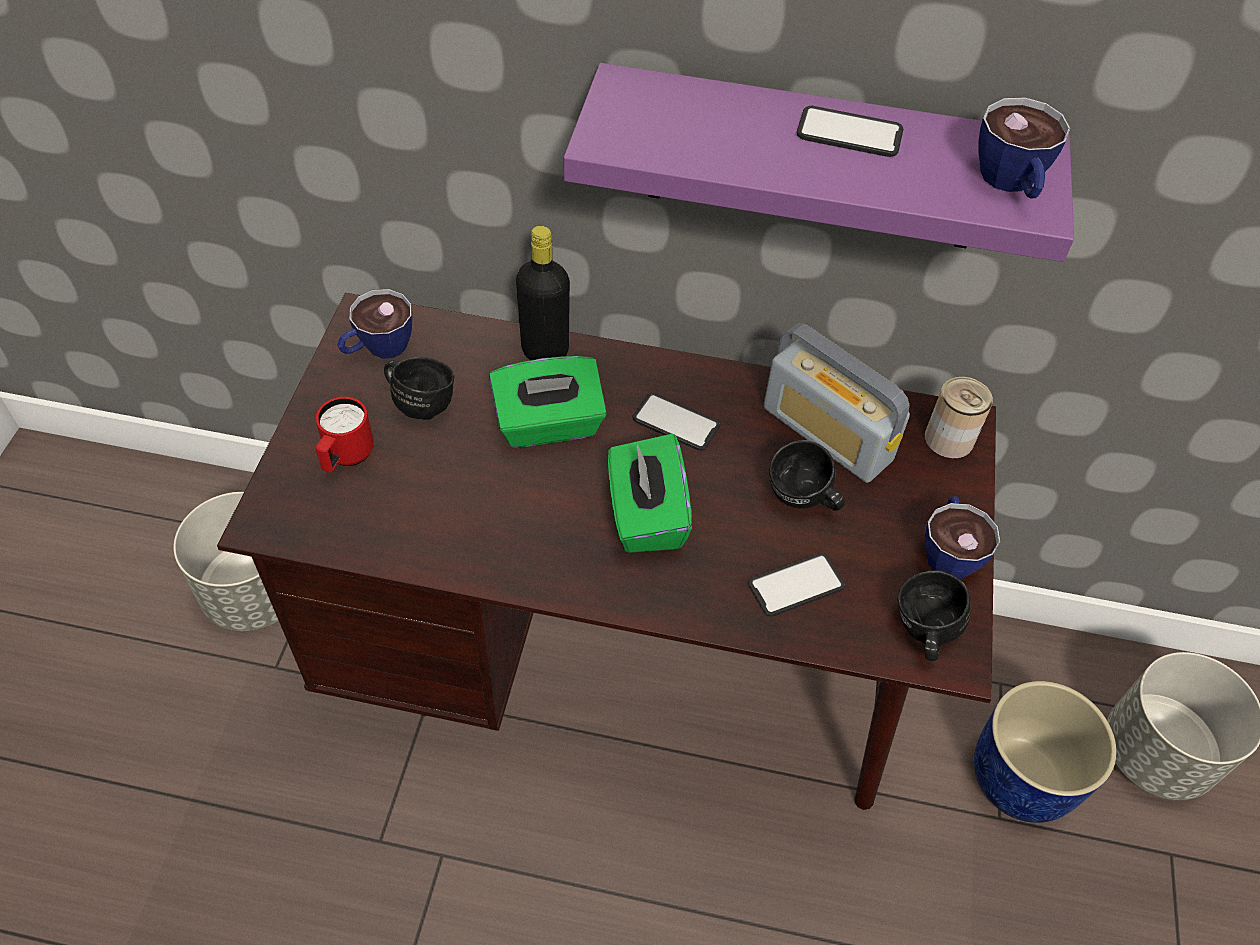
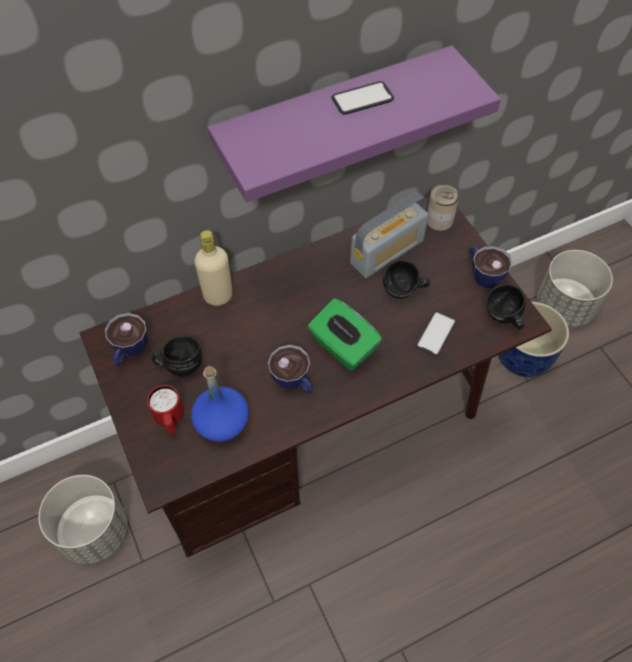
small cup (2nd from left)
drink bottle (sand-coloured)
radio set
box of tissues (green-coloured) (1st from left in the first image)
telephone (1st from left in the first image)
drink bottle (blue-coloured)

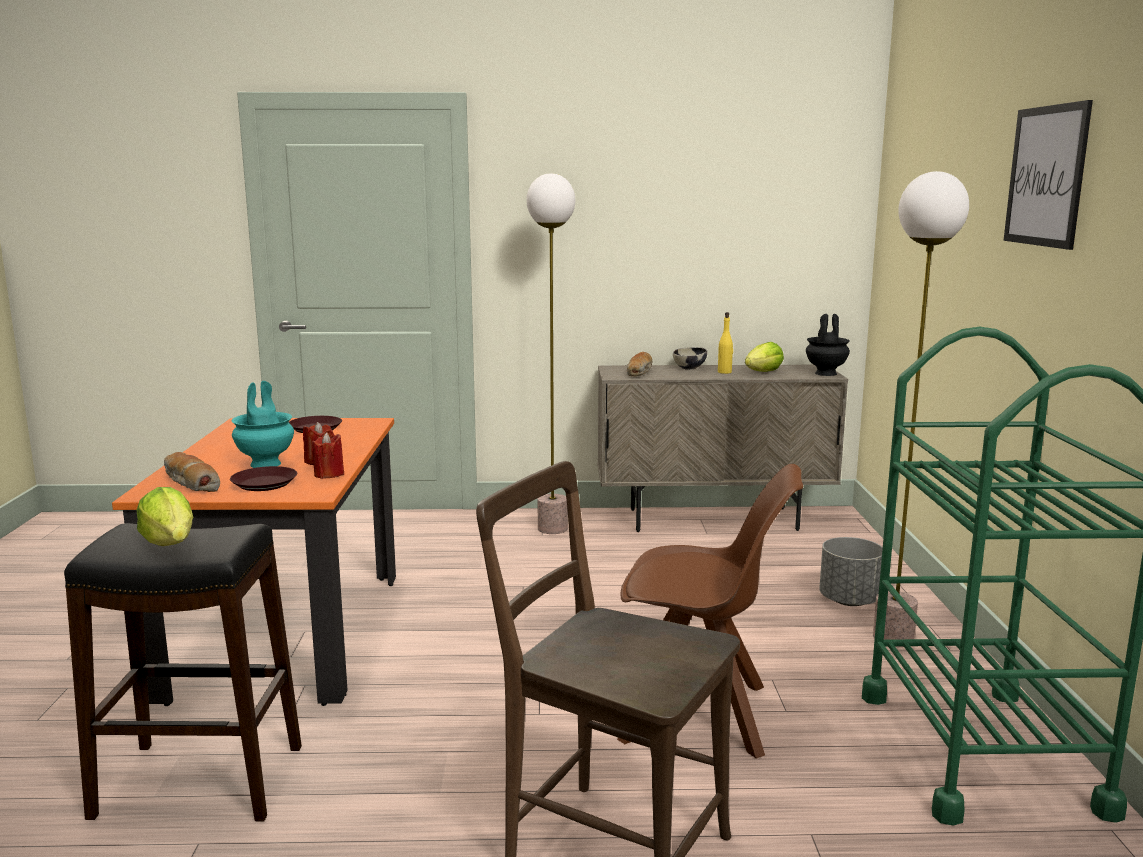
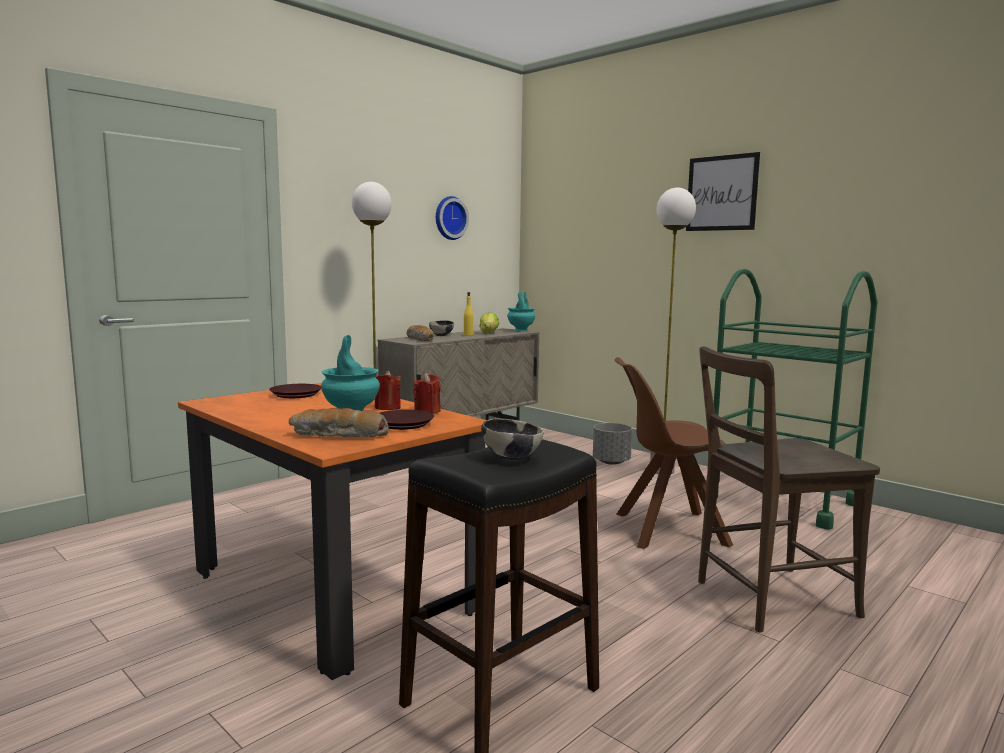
vase (blue-green) (2nd from left)
chair (brown) (1st from left)
serving bowl (2nd from left)
wall clock

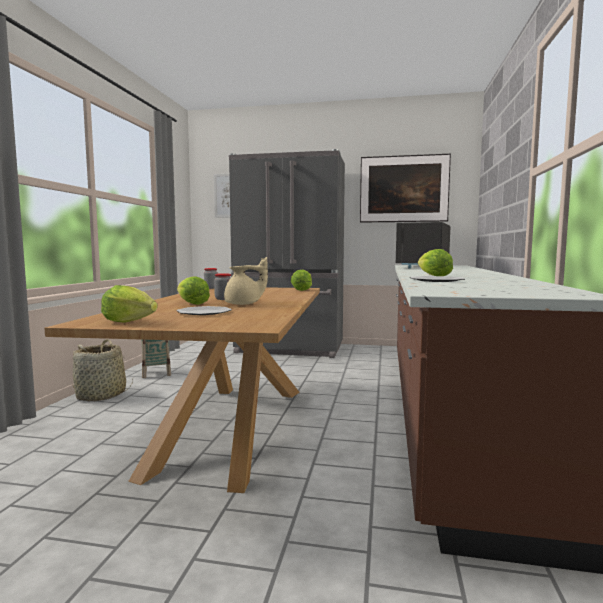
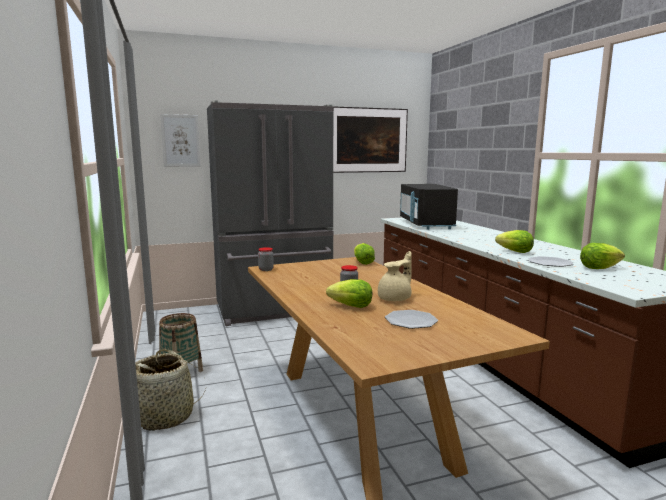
lettuce (4th from left)

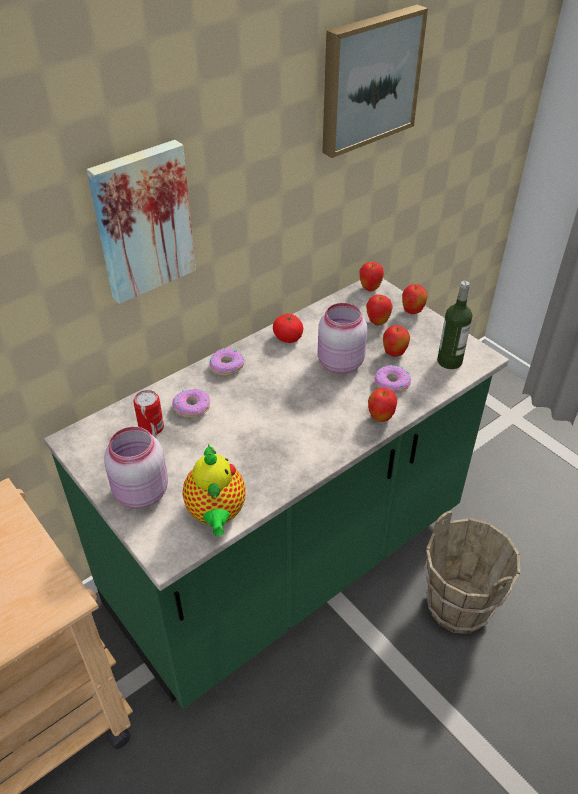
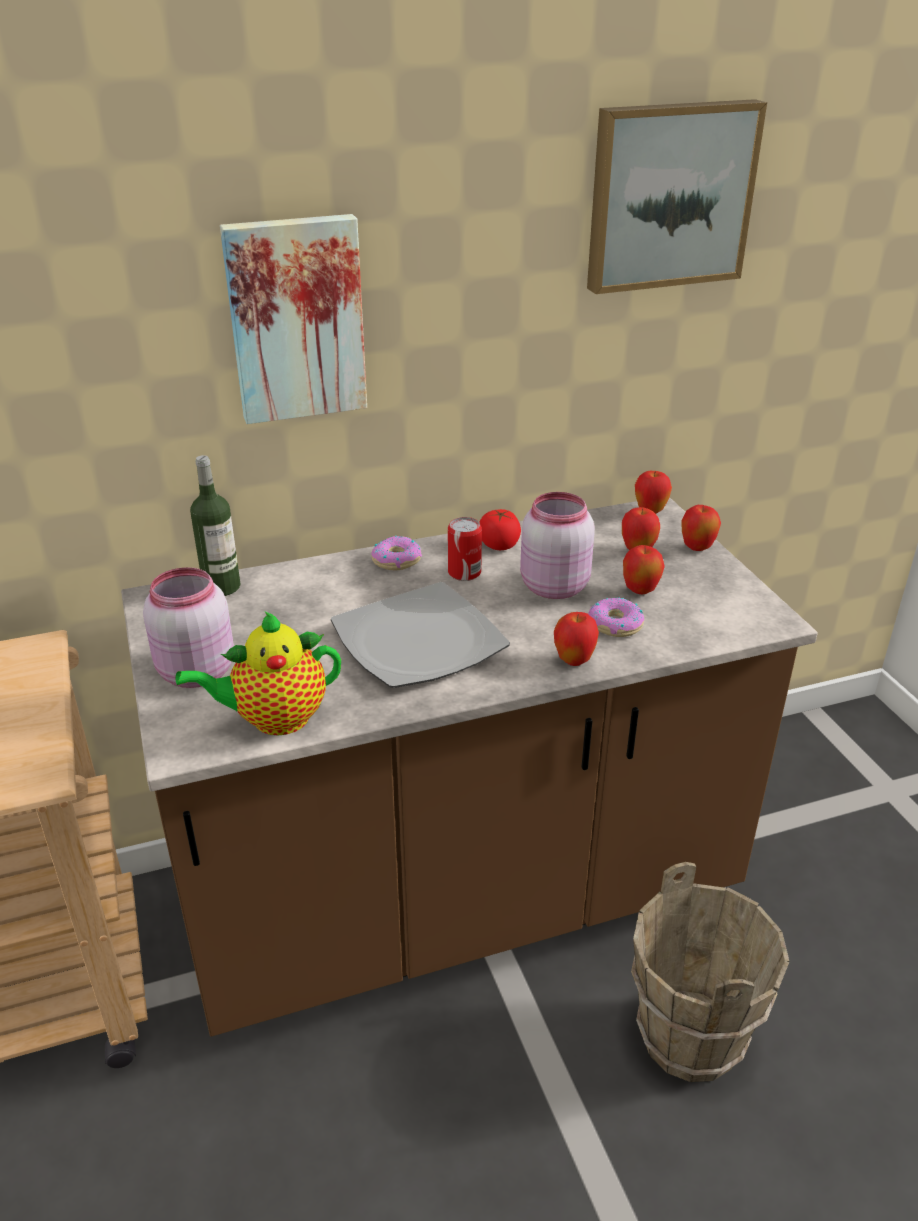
kitchen base unit (brown)
drink bottle
donut (1st from left in the first image)
sealed can
pot for tea
flat dish

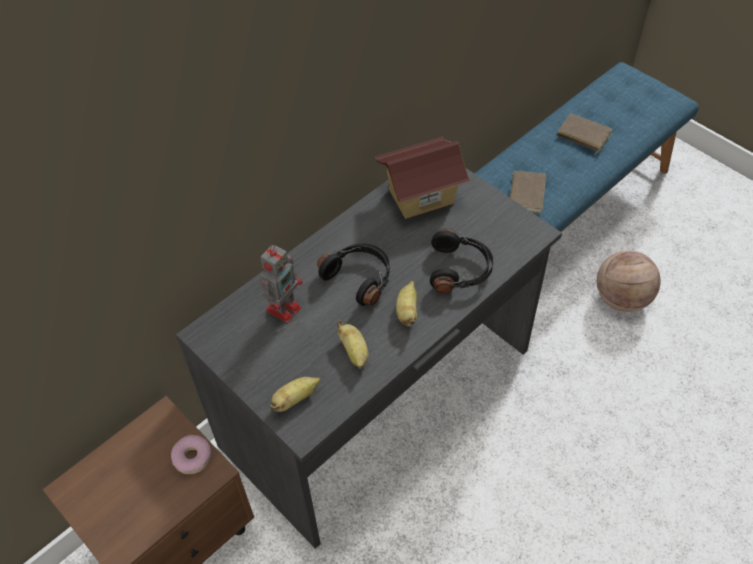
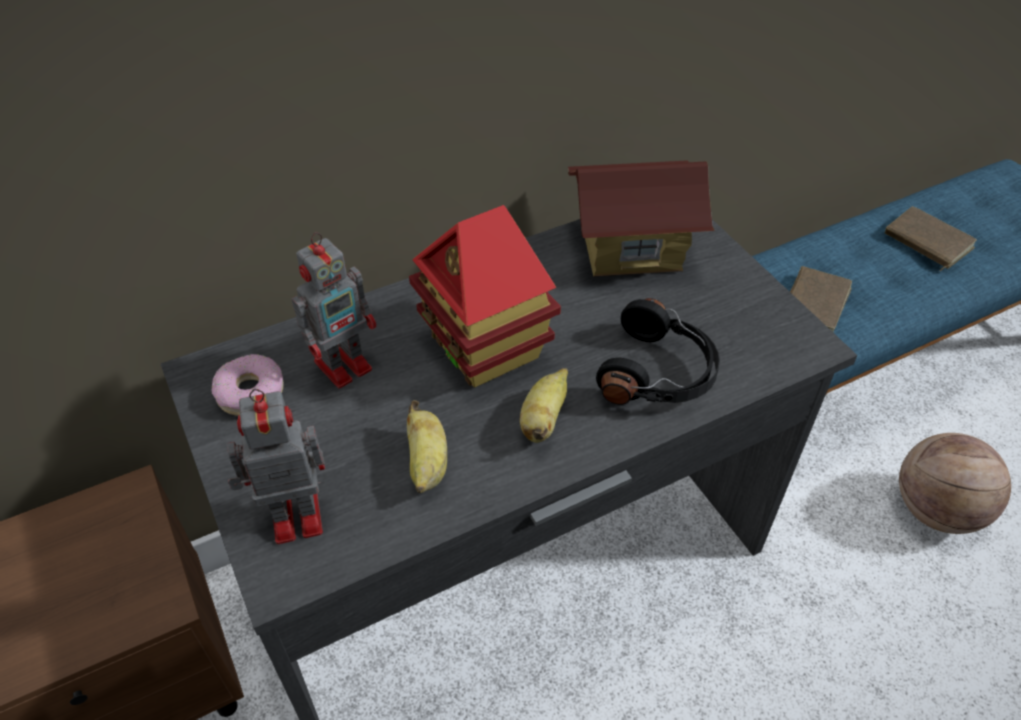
model house (1st from left)
toy robot (1st from left)
donut

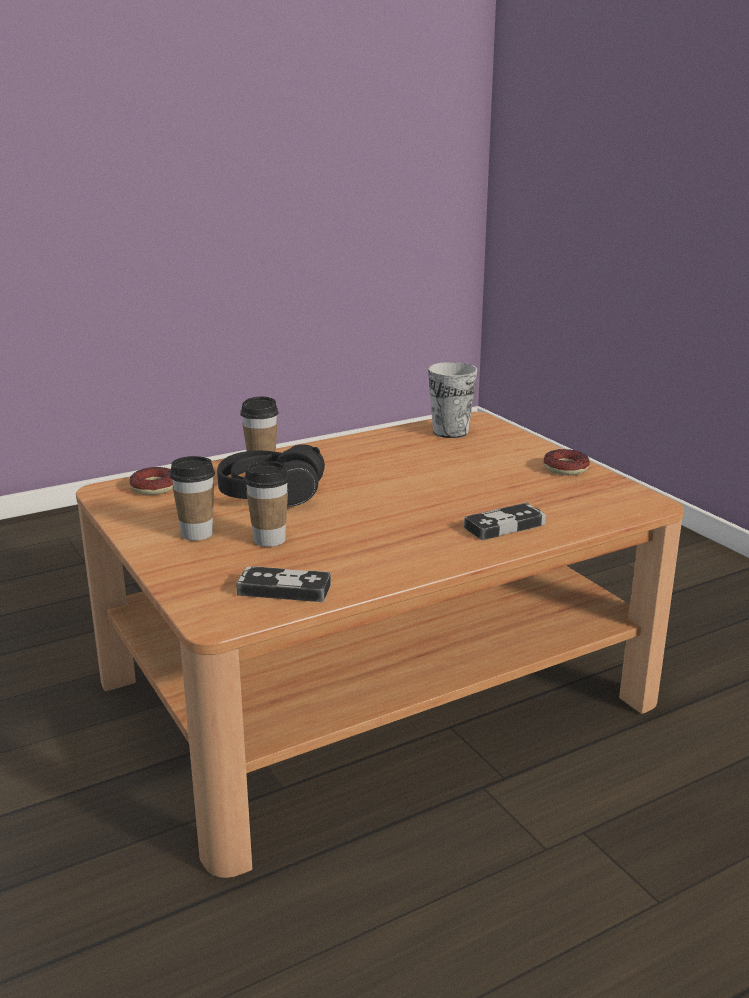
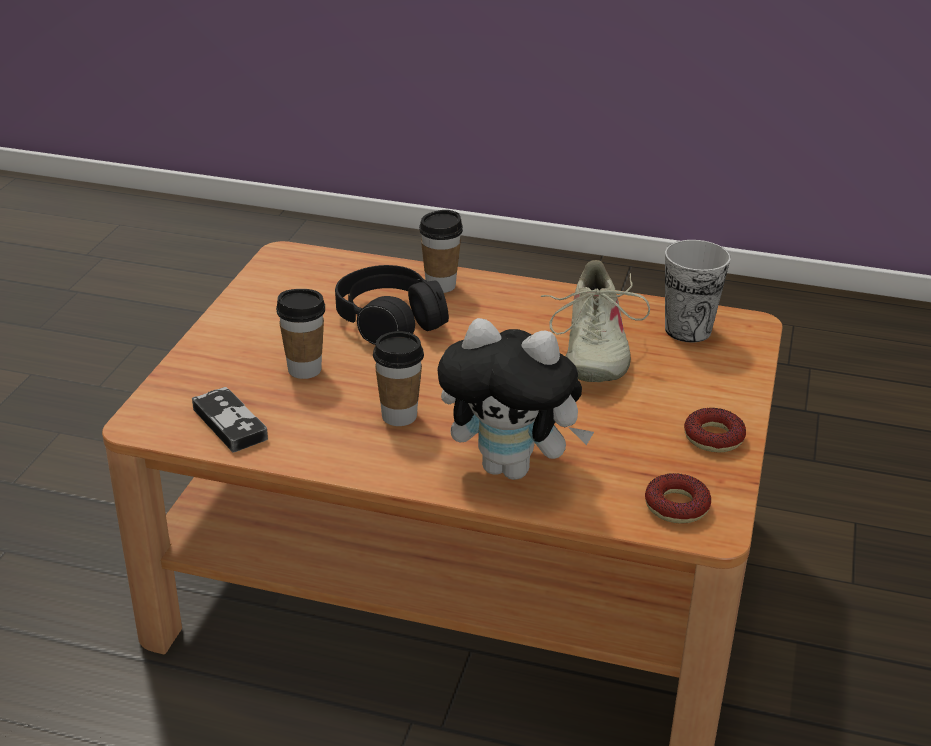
small cup (2nd from left)
donut (1st from left)
plush toy
shoe (sand-coloured)

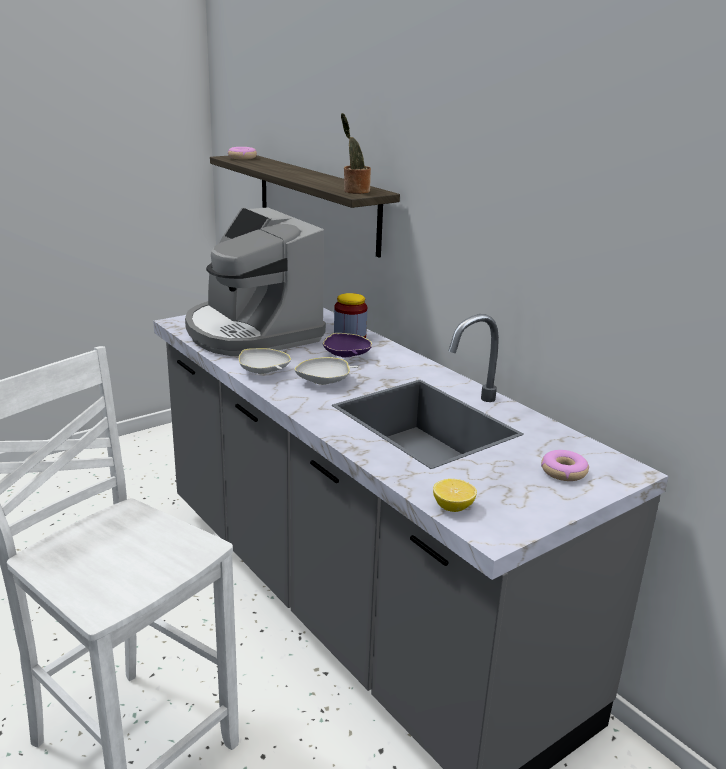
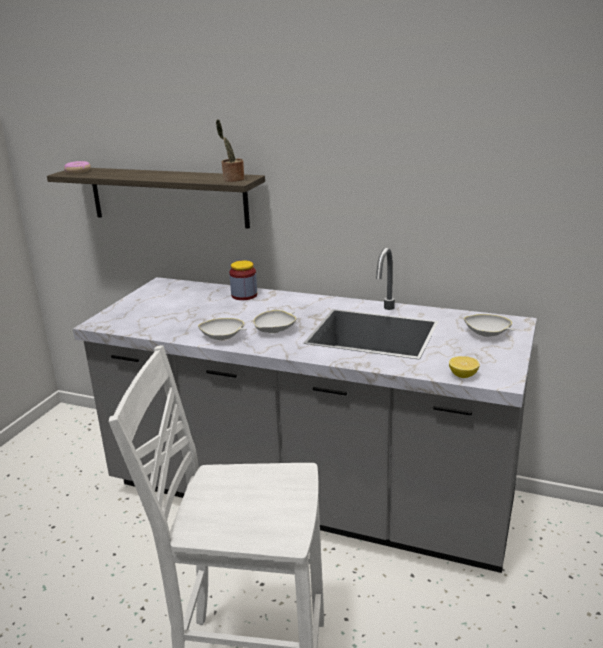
coffee maker
serving bowl (purple-coloured)
serving bowl (white) (3rd from left)

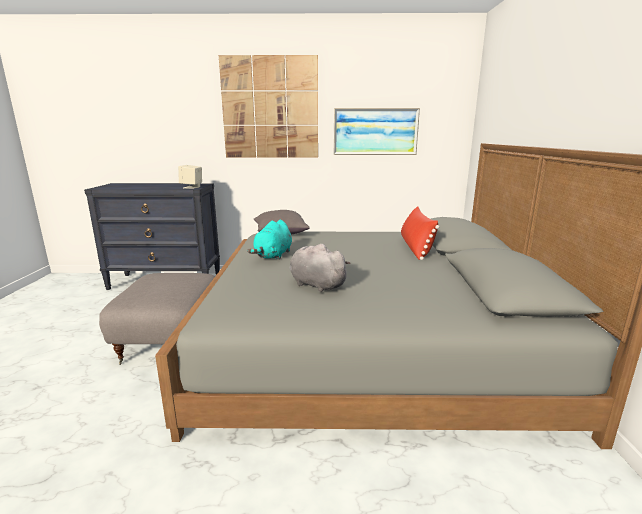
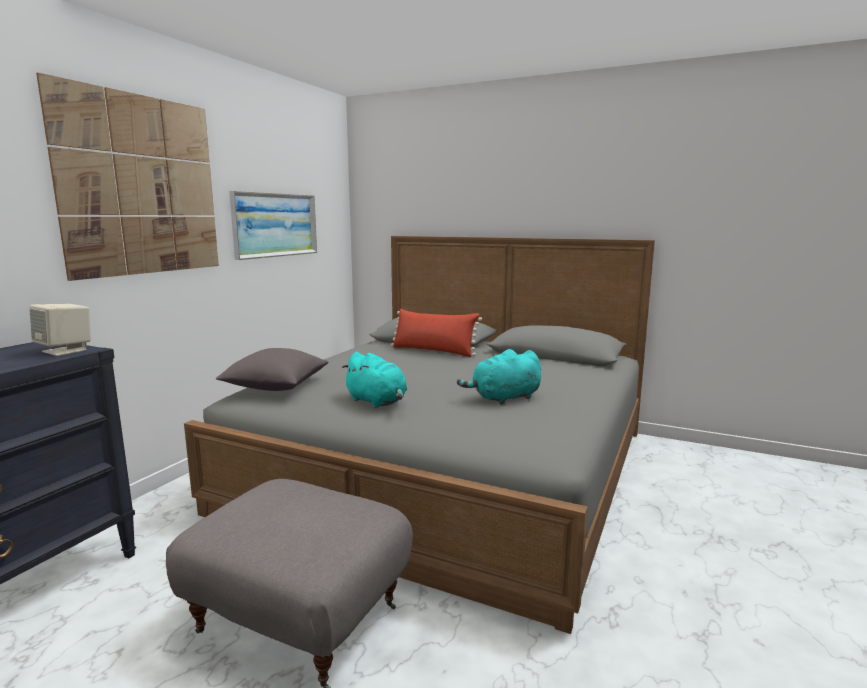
plush toy (blue-green) (2nd from left)

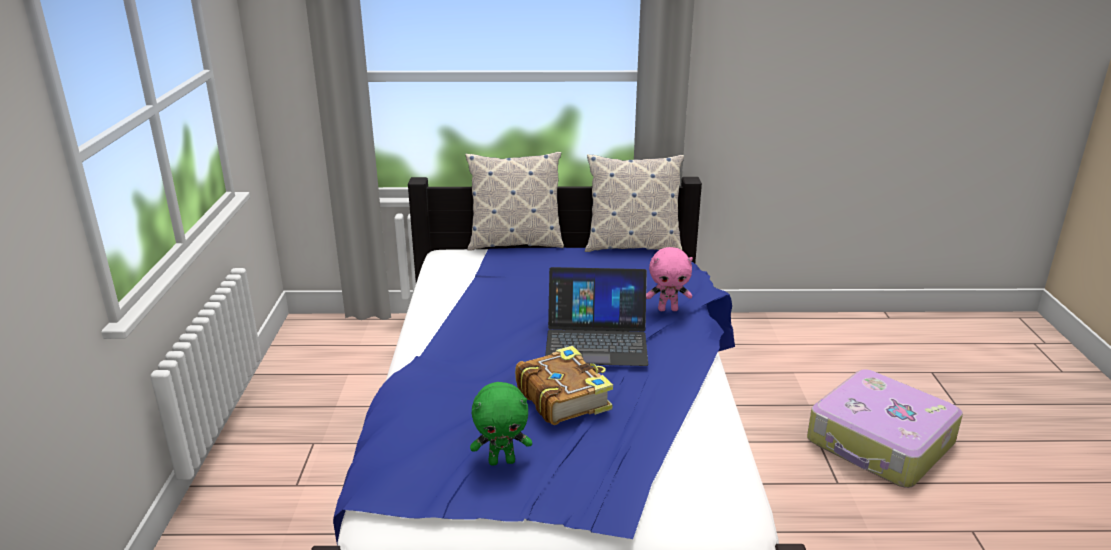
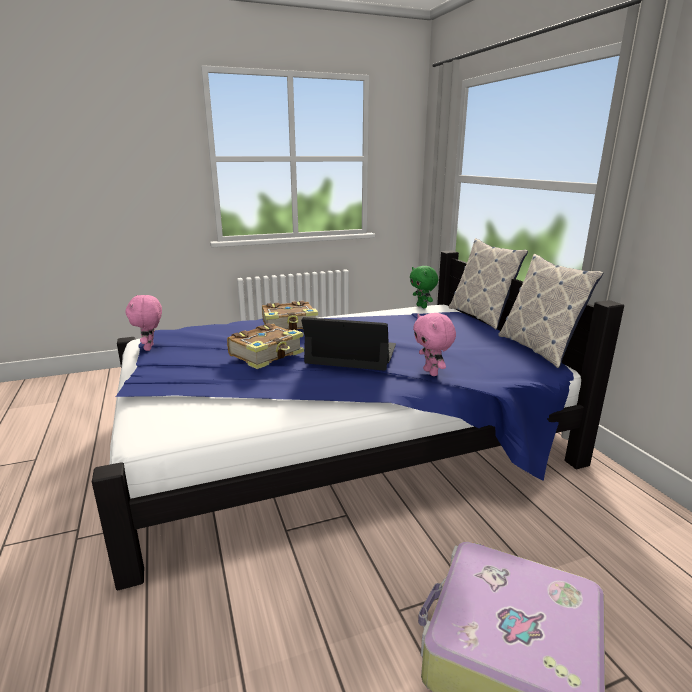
portable computer
plush toy (green-coloured)
plush toy (pinkish) (1st from left)
volume (2nd from left)

